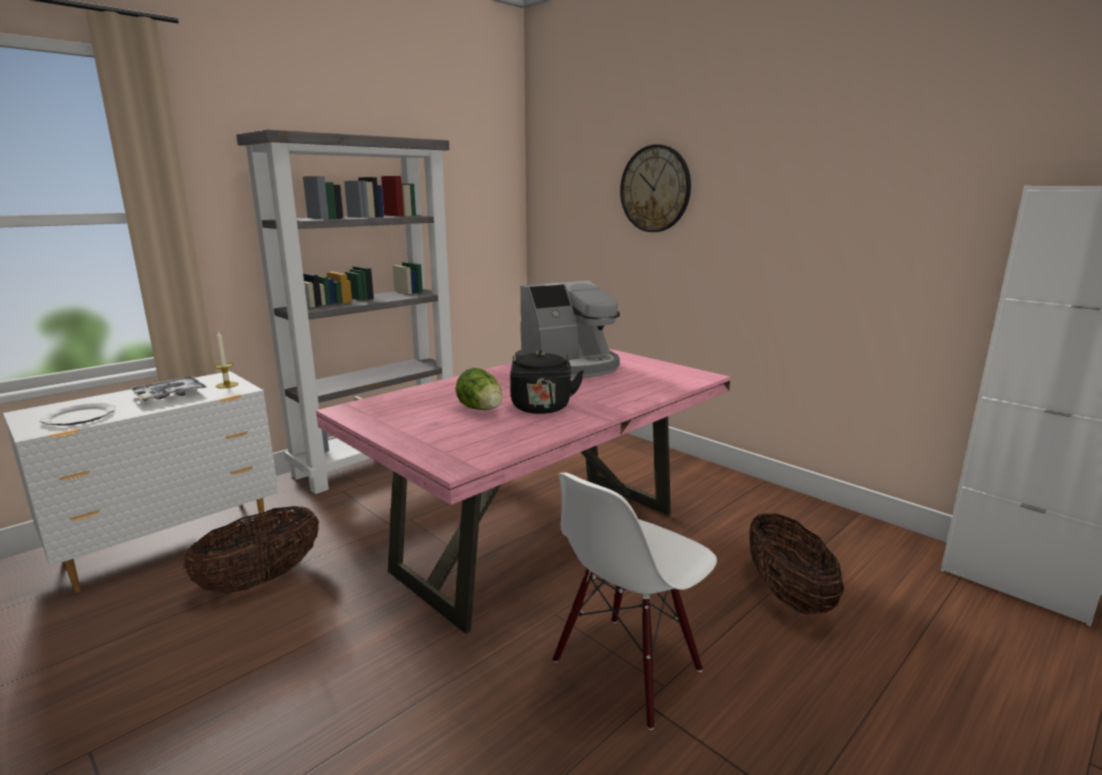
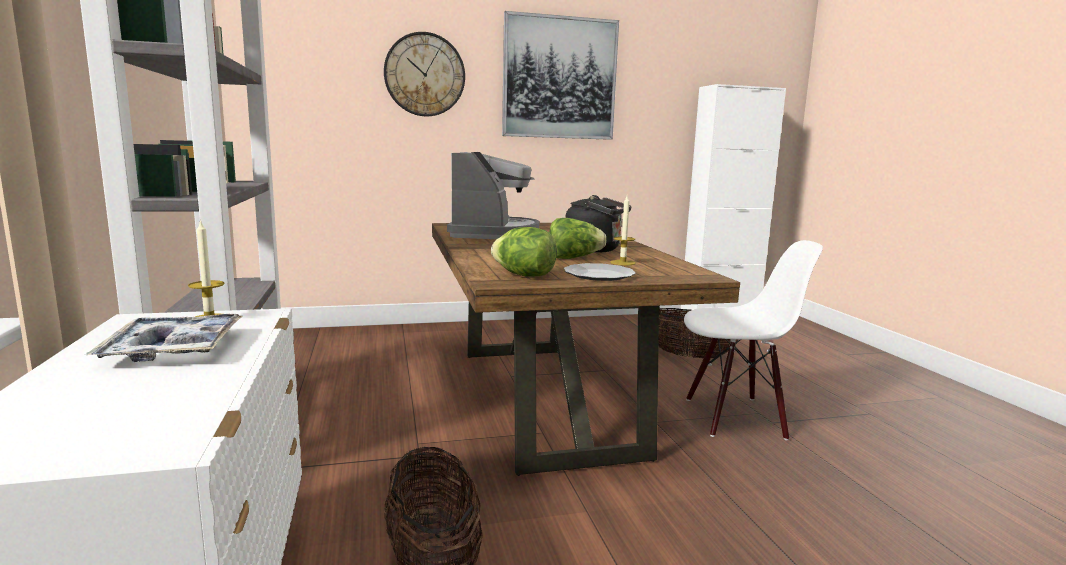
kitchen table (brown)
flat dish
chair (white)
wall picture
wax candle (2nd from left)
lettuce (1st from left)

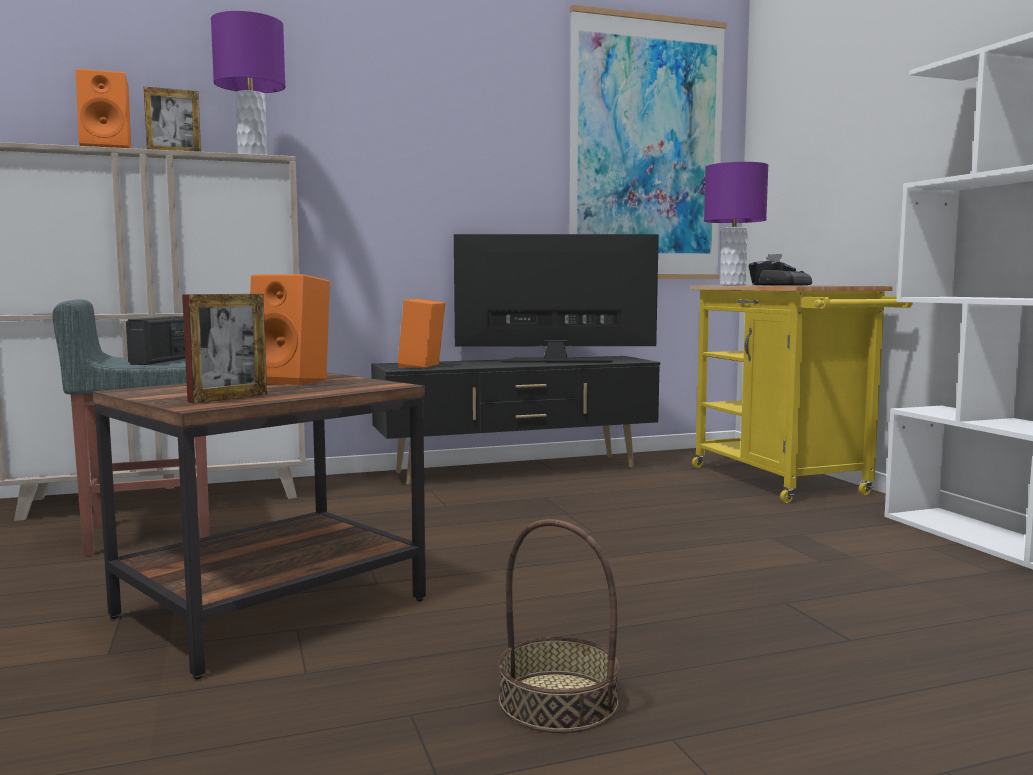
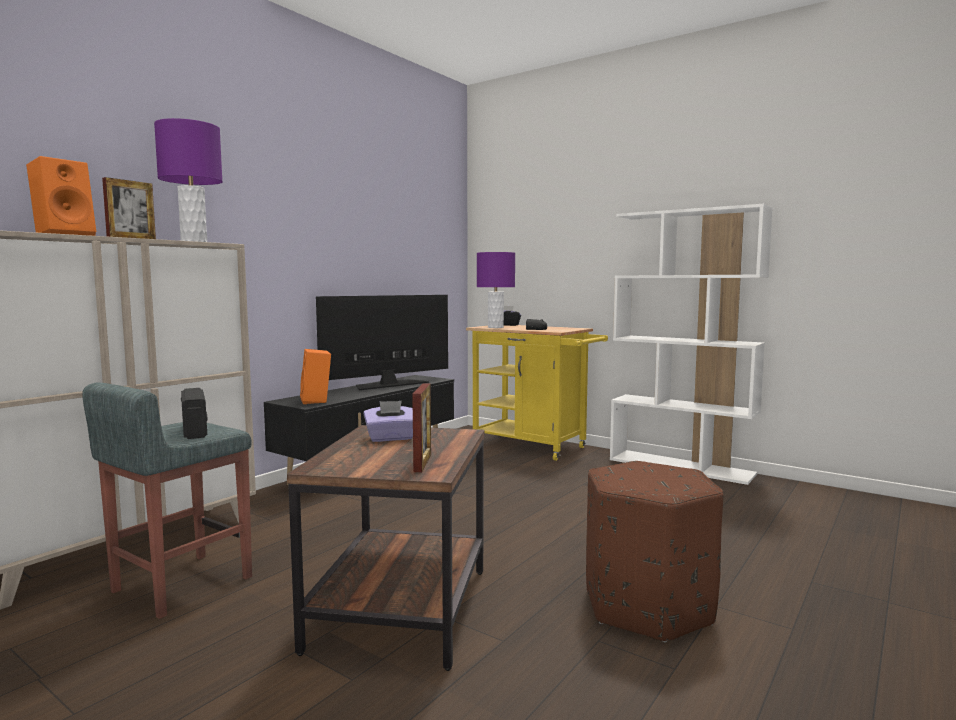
wall picture
box of tissues (purple-coloured)
footrest (brown)

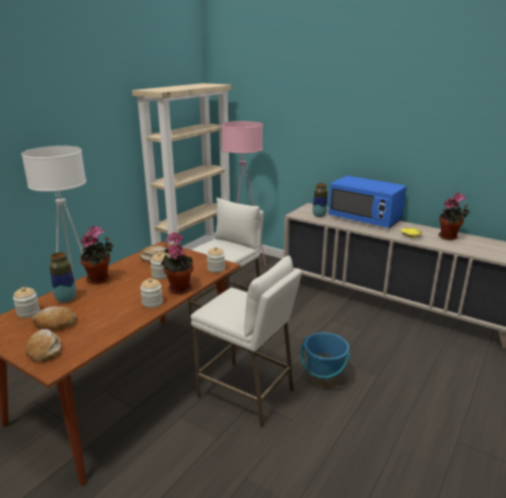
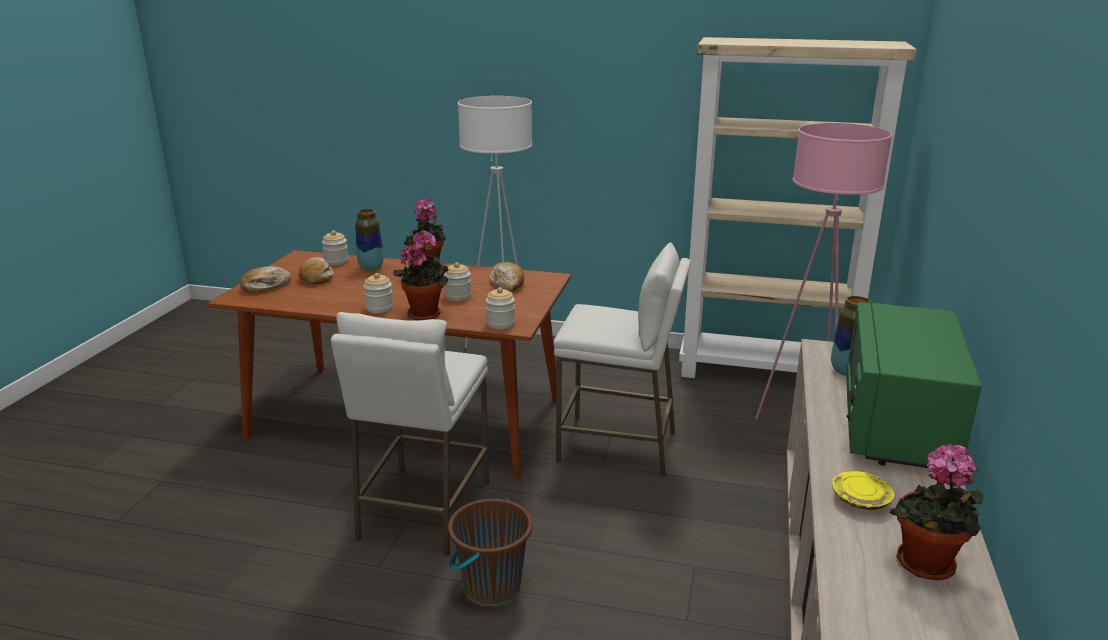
kitchen microwave (green-coloured)
water bucket (brown)

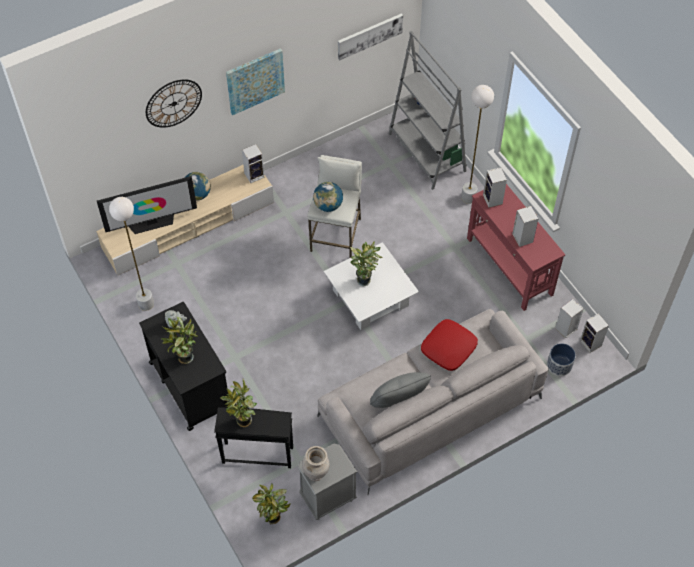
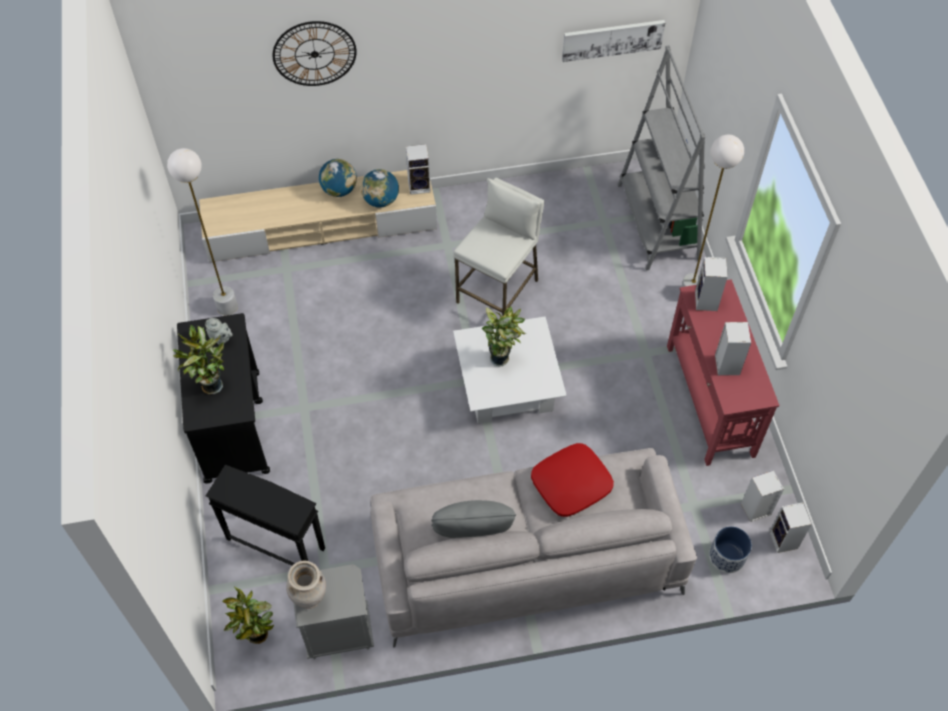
wall picture (1st from left in the first image)
television
desk globe (2nd from left)
houseplant (2nd from left in the first image)

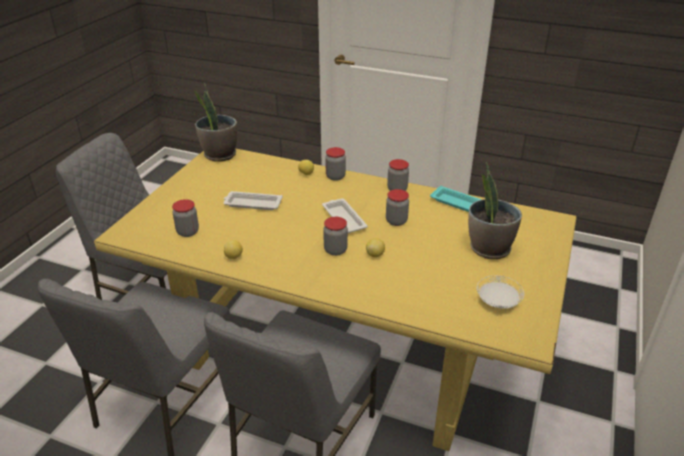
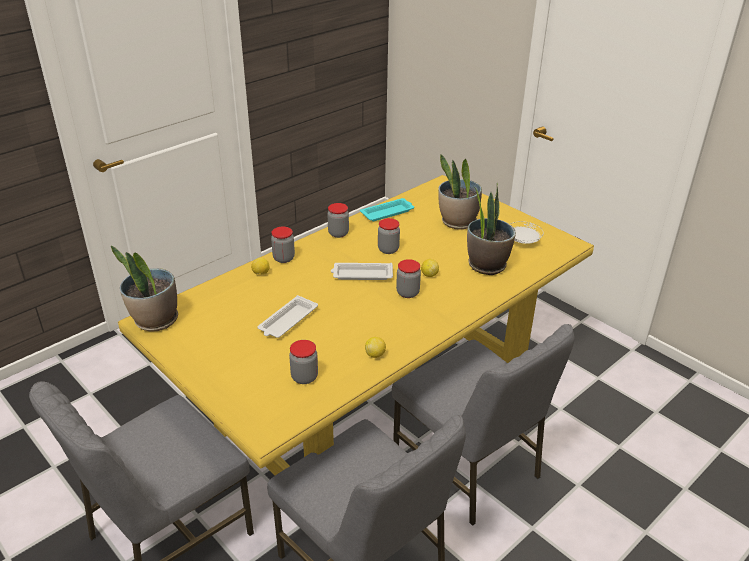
houseplant (3rd from left)

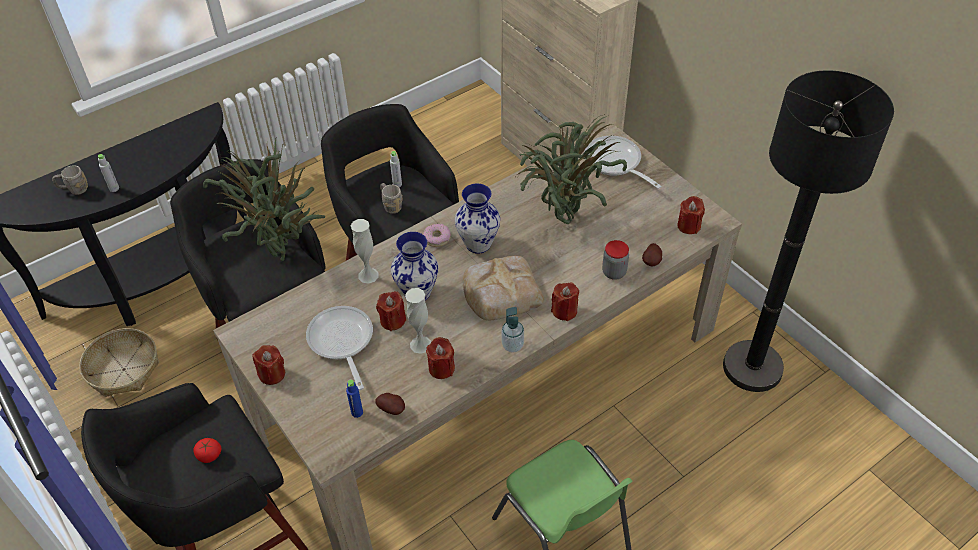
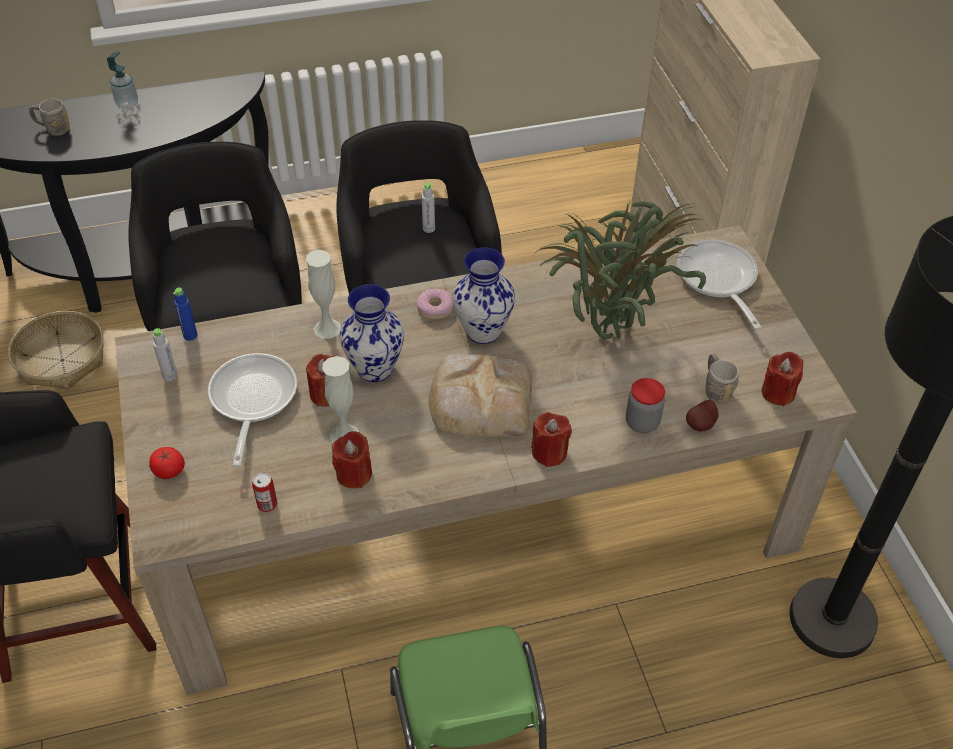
houseplant (1st from left in the first image)
drink bottle (grey) (1st from left)
tea mug (grey) (2nd from left)
soap bottle
wax candle (reddish) (1st from left in the first image)
drink bottle (blue-coloured)
sealed can
tomato

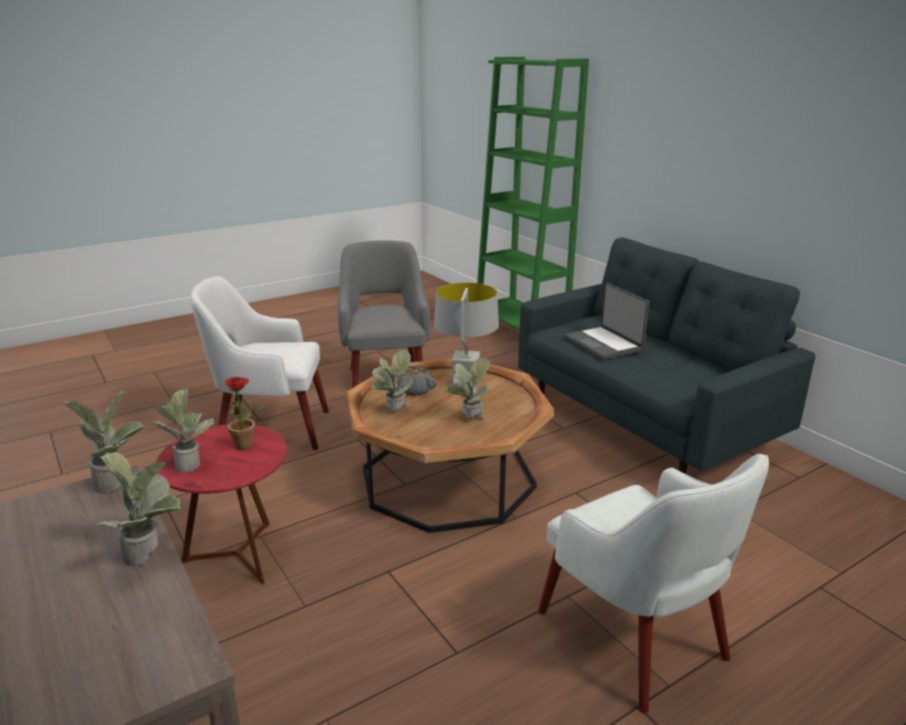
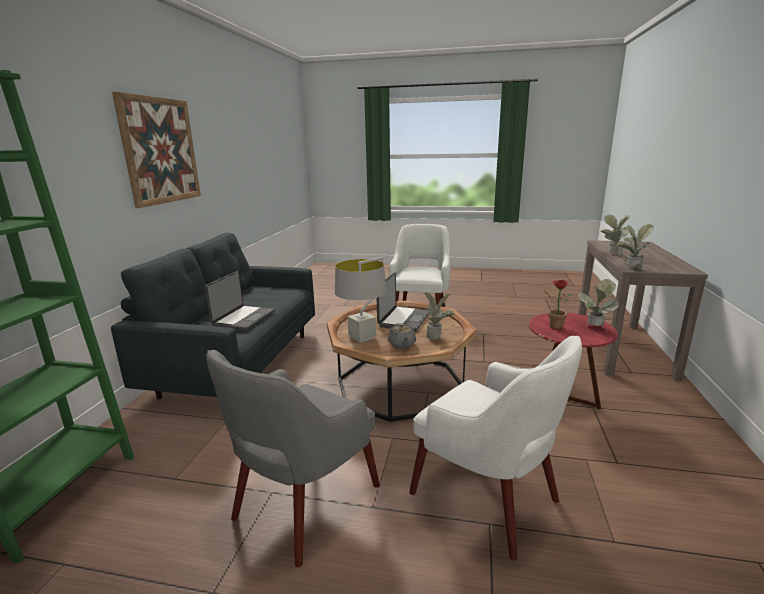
portable computer (2nd from left)
wall picture

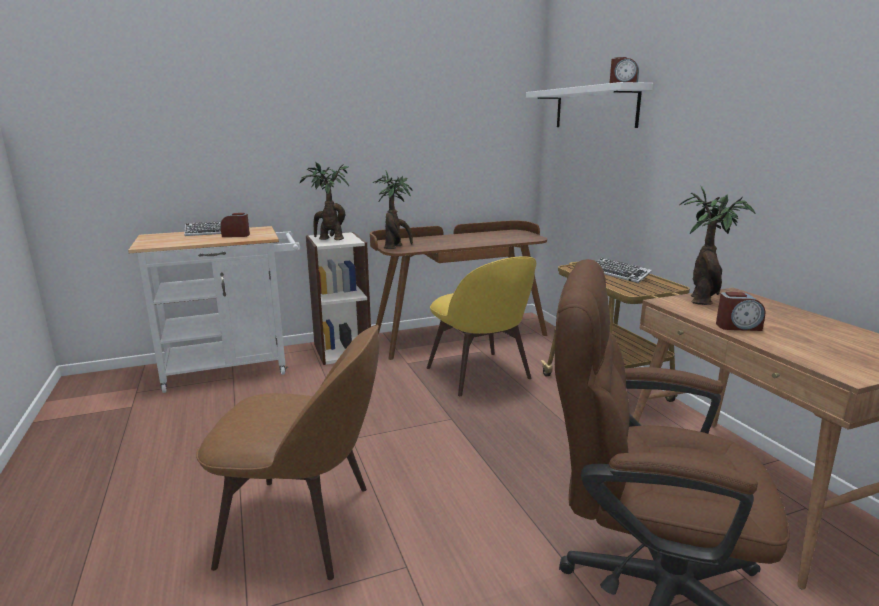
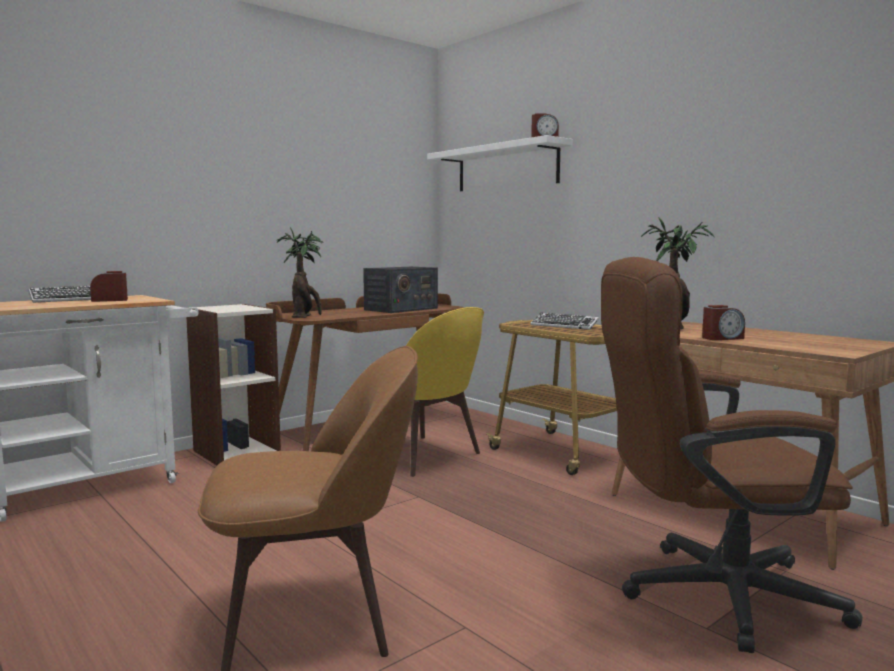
houseplant (1st from left in the first image)
radio set

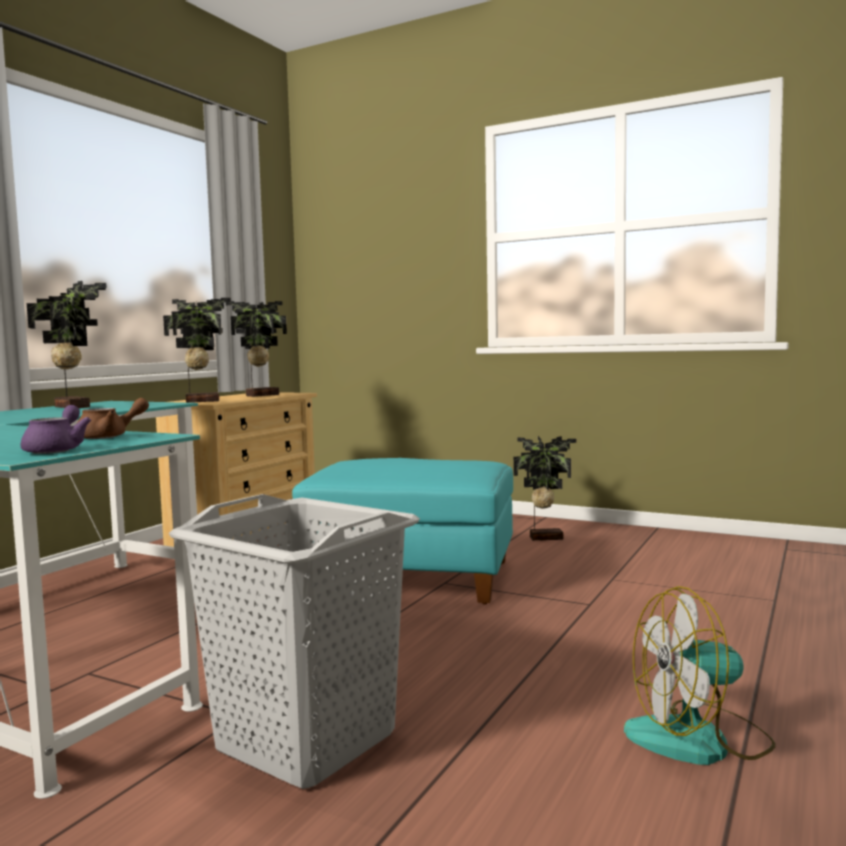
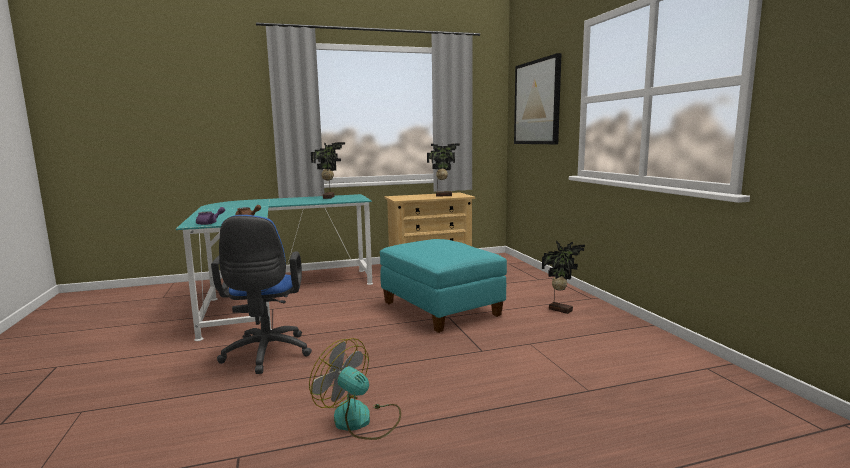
houseplant (2nd from left in the first image)
desk chair (blue-coloured)
wall picture

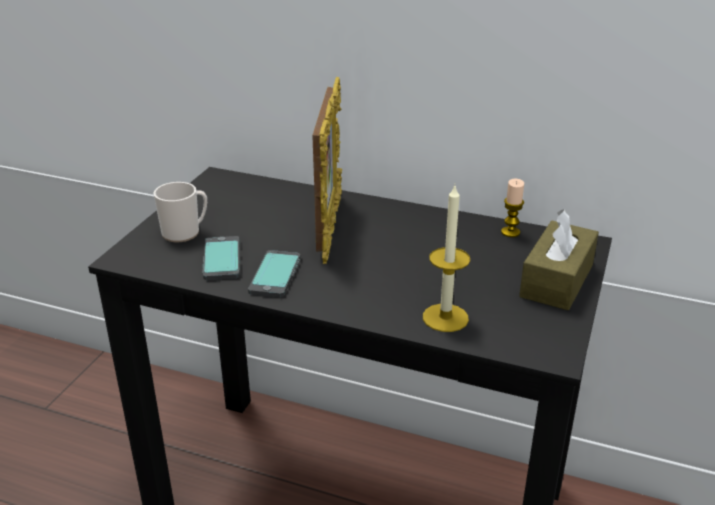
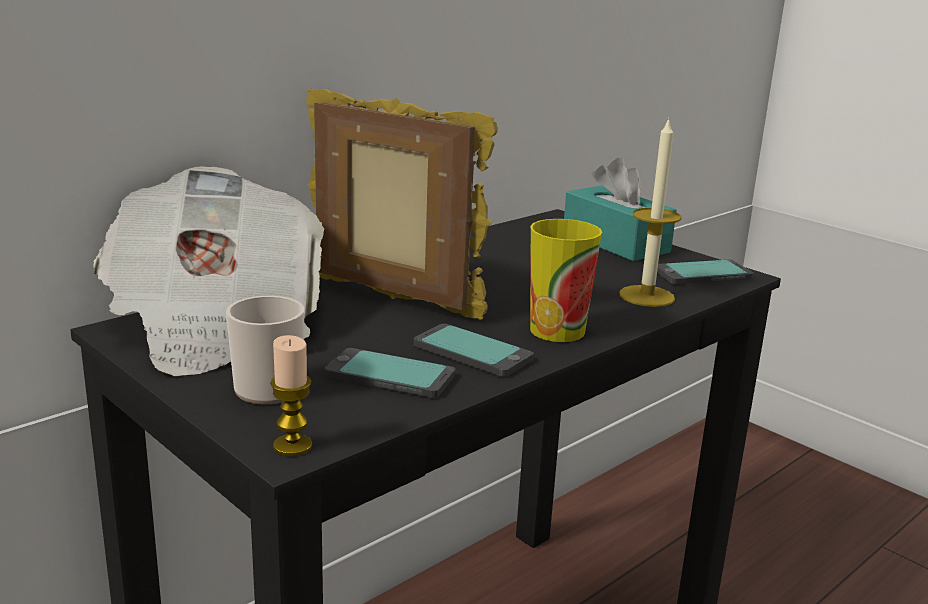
wax candle (1st from left)
box of tissues (blue-green)
daily paper
small cup
telephone (3rd from left)

